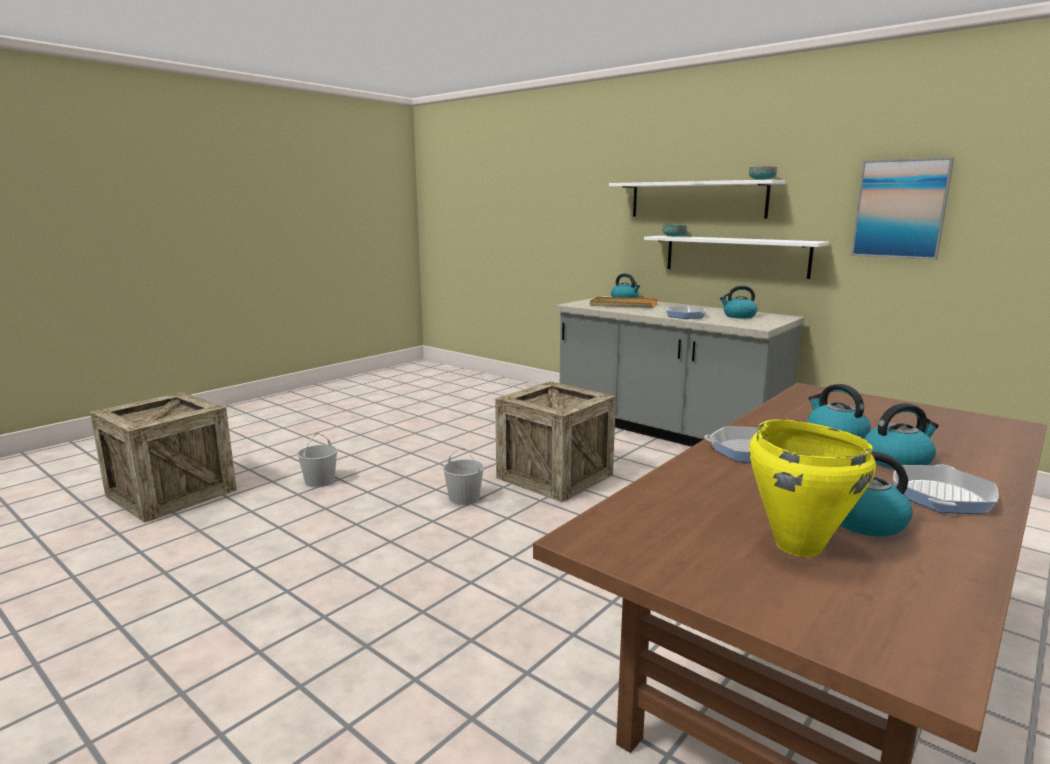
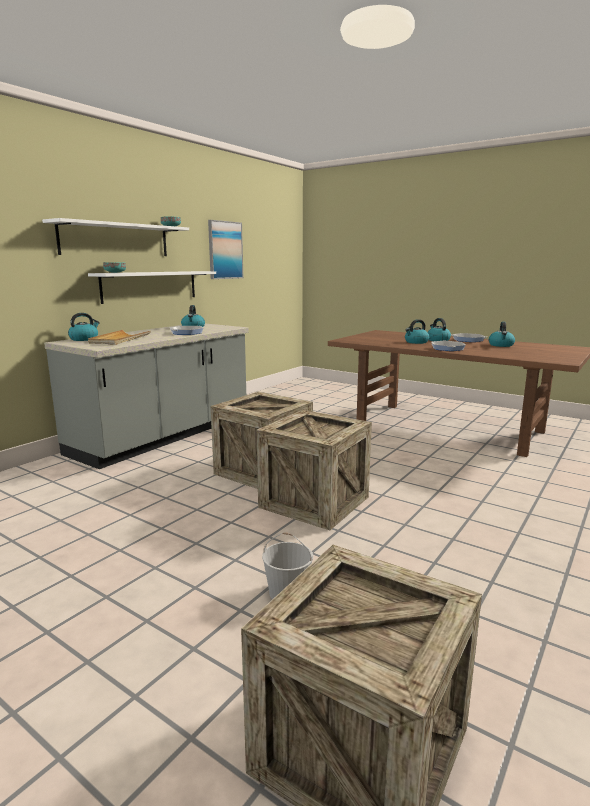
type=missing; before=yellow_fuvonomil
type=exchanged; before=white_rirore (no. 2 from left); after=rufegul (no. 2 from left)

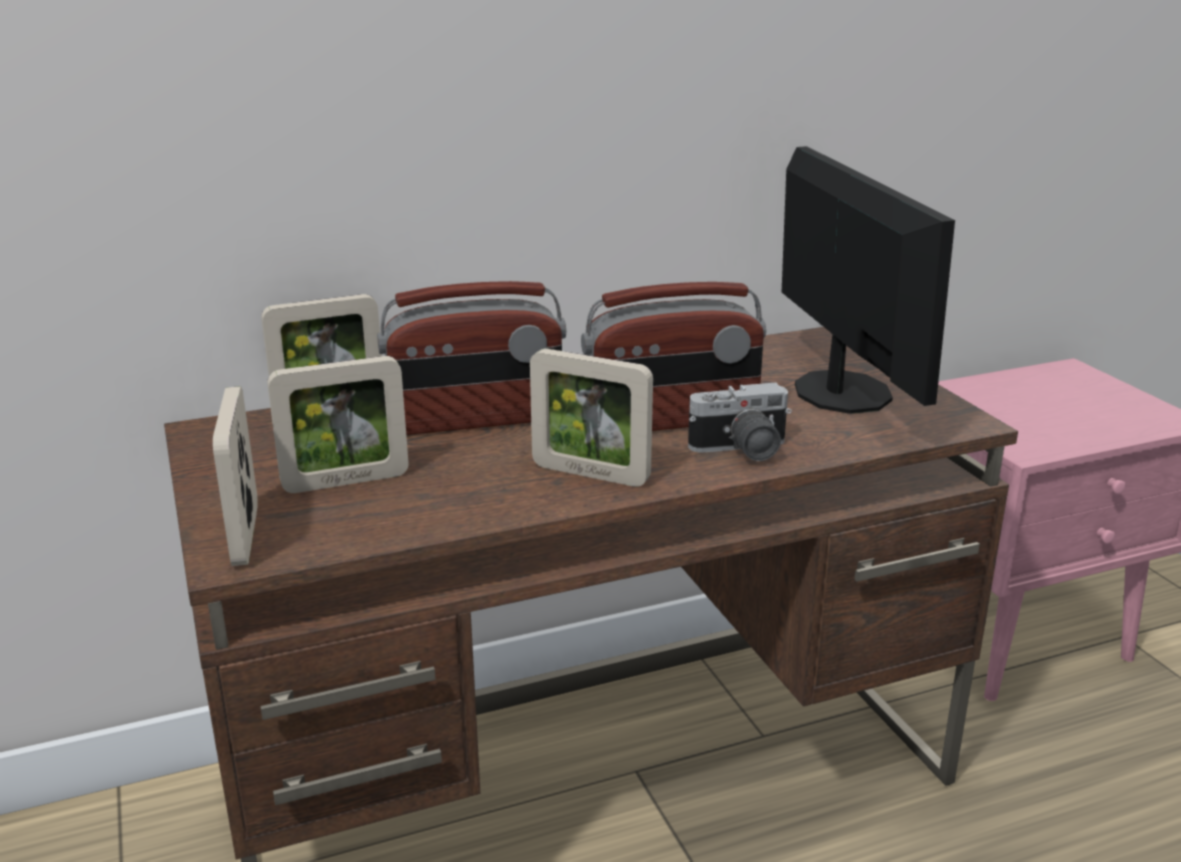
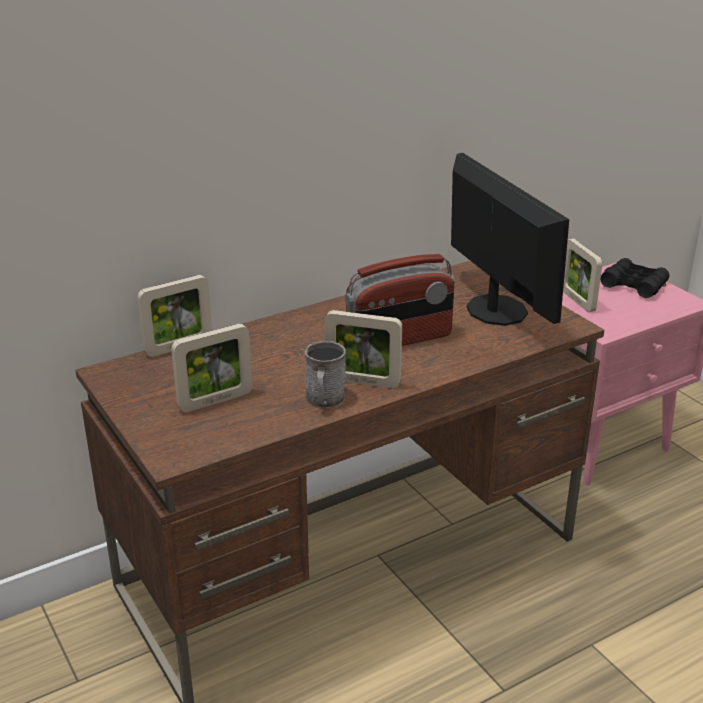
type=missing; before=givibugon (no. 1 from left)
type=missing; before=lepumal
type=appeared; after=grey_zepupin
type=appeared; after=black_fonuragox
type=relocated; before=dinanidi (no. 1 from left in the first image); after=dinanidi (no. 4 from left)

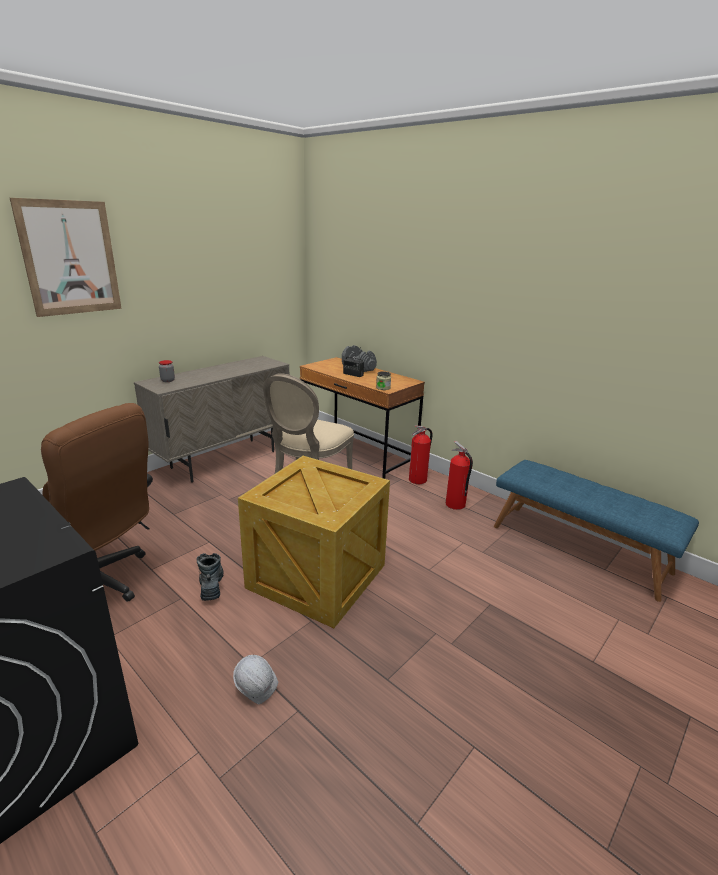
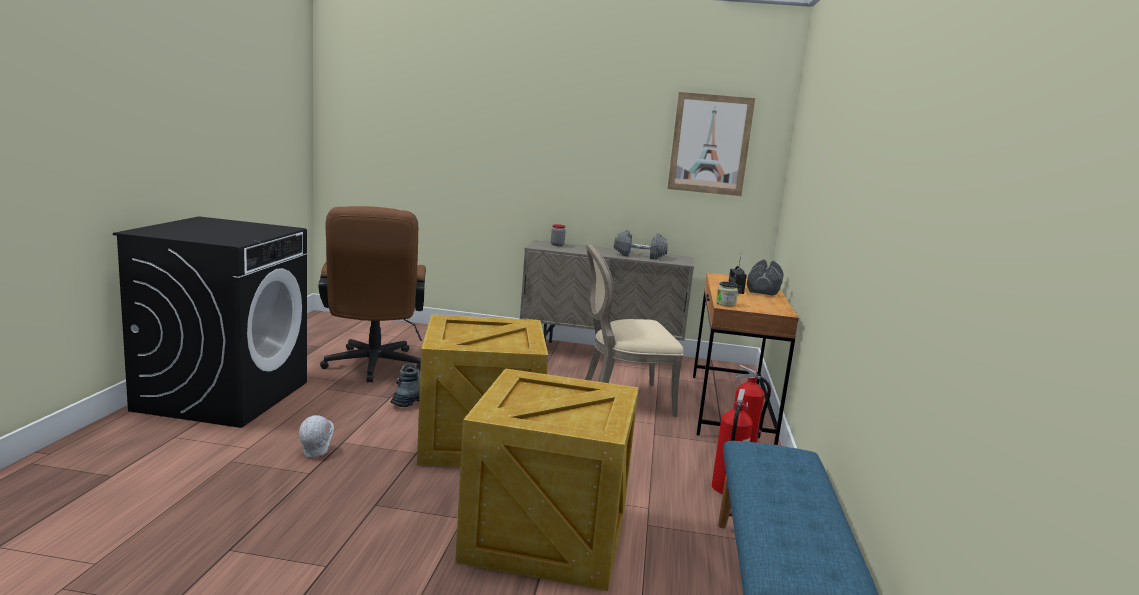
type=appeared; after=rufegul (no. 2 from left)
type=appeared; after=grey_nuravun (no. 1 from left)
type=relocated; before=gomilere

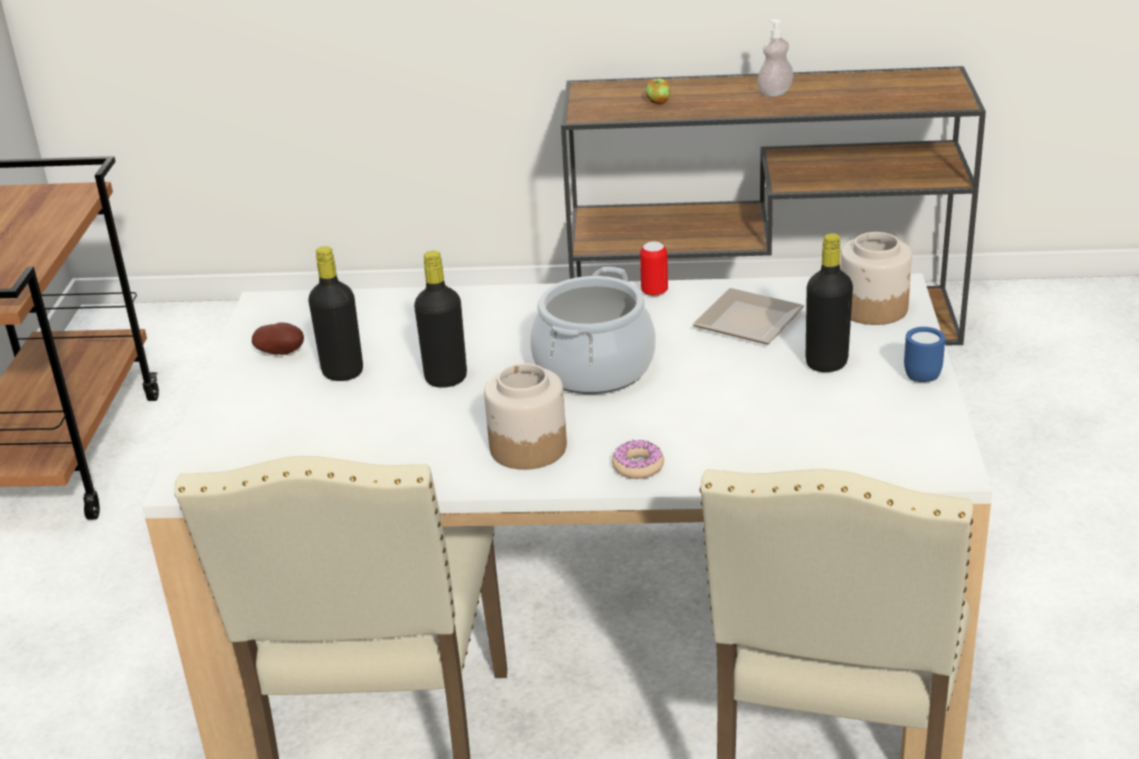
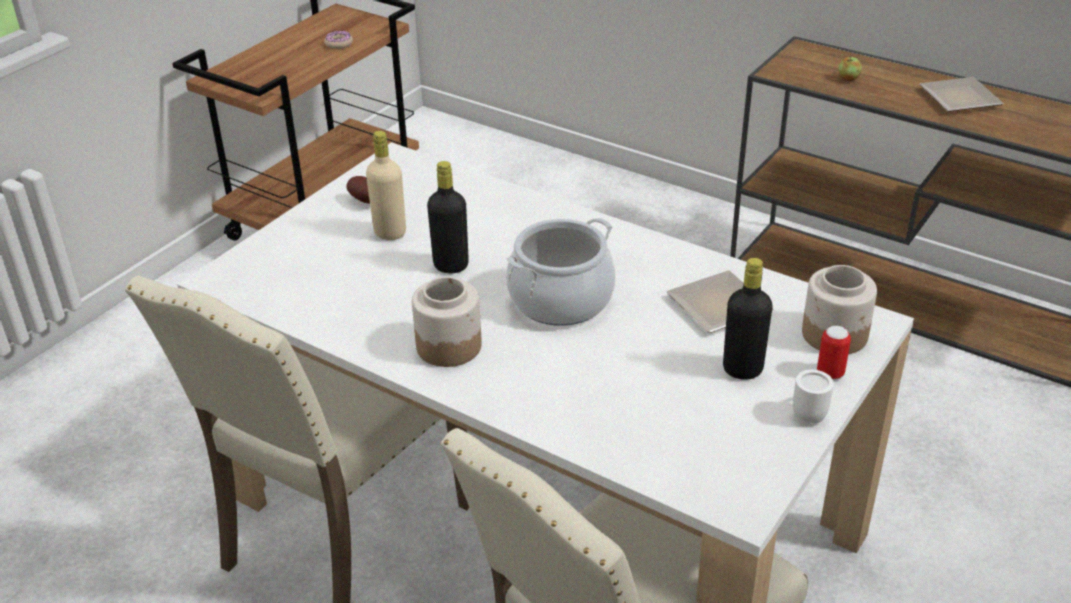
type=relocated; before=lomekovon
type=relocated; before=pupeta
type=exchanged; before=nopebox; after=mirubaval (no. 2 from left)
type=colour; before=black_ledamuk (no. 1 from left); after=beige_ledamuk
type=colour; before=blue_zepupin; after=white_zepupin

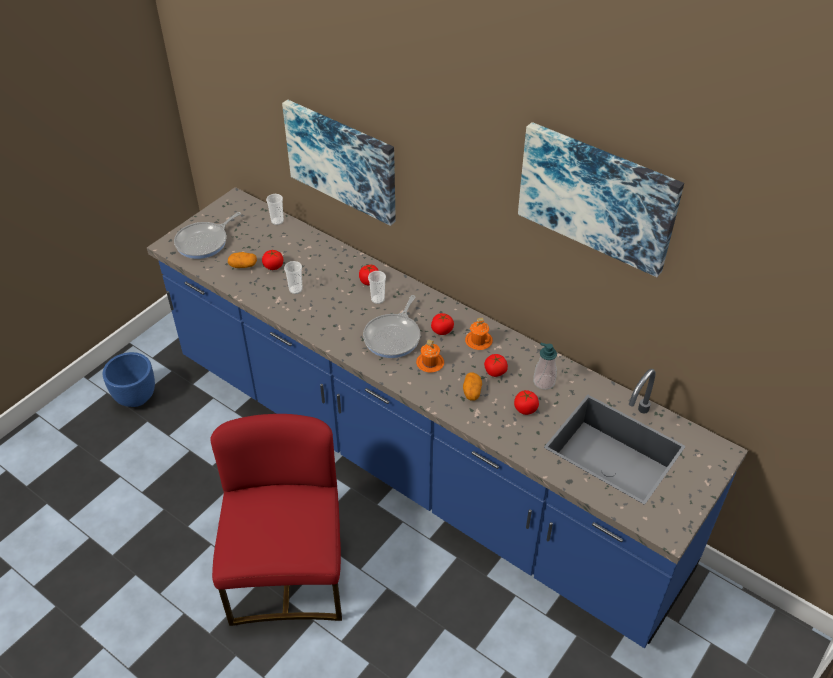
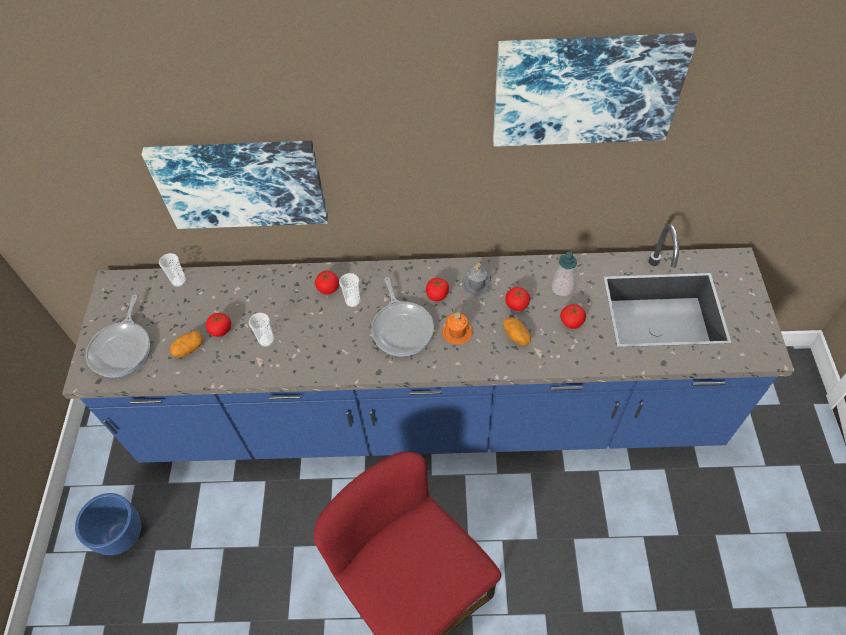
type=colour; before=orange_zepupin (no. 2 from left); after=grey_zepupin

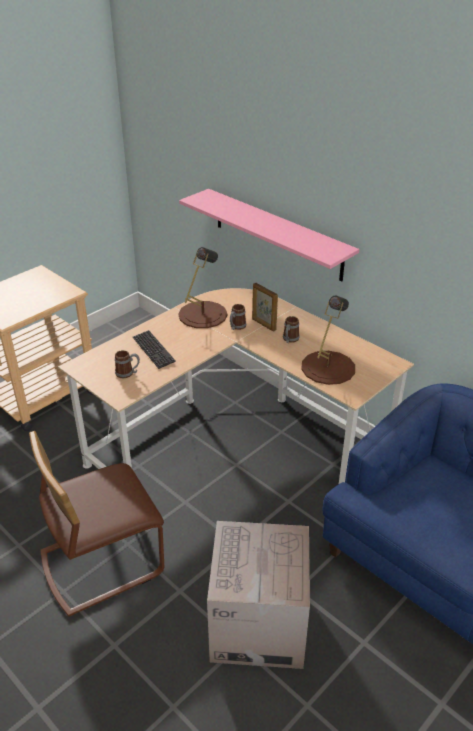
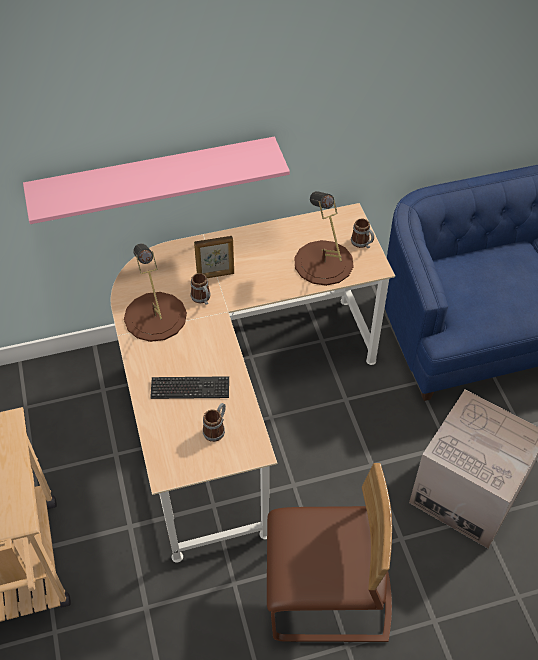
type=relocated; before=zepupin (no. 3 from left)
type=spun; before=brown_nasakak; turn=-90

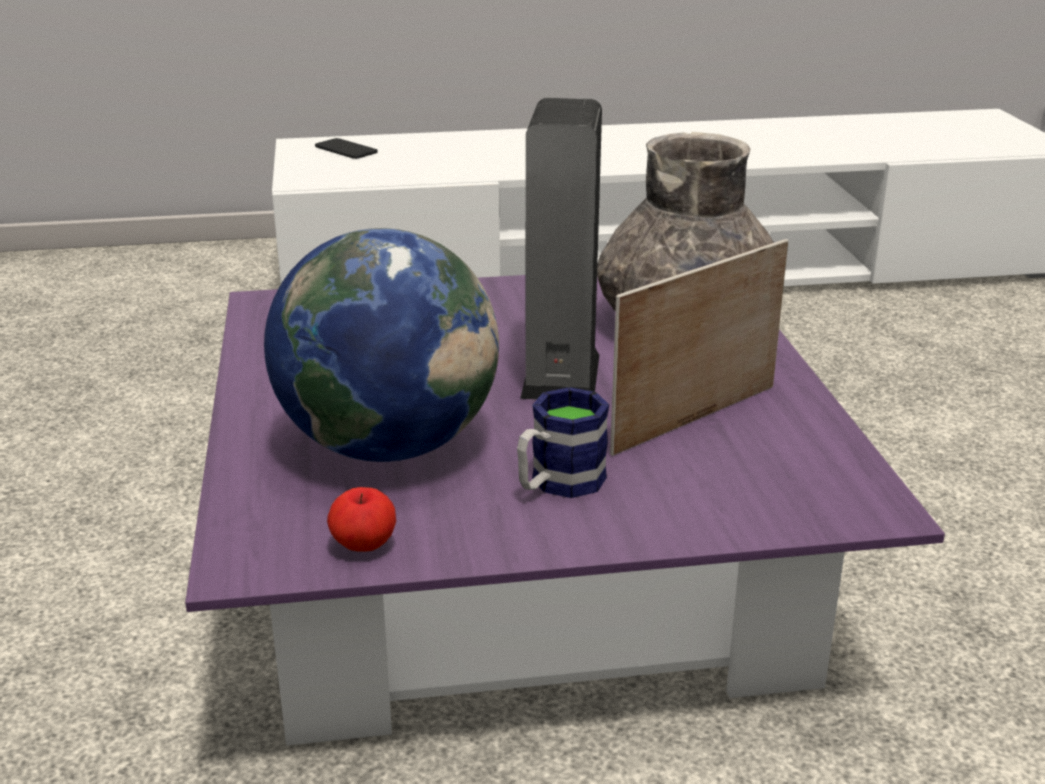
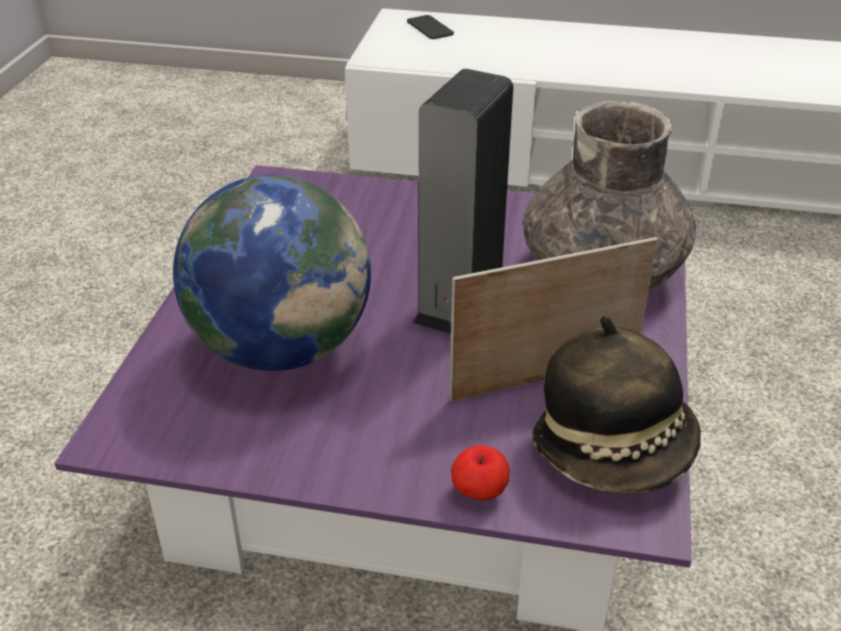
type=missing; before=zepupin
type=appeared; after=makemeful
type=relocated; before=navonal

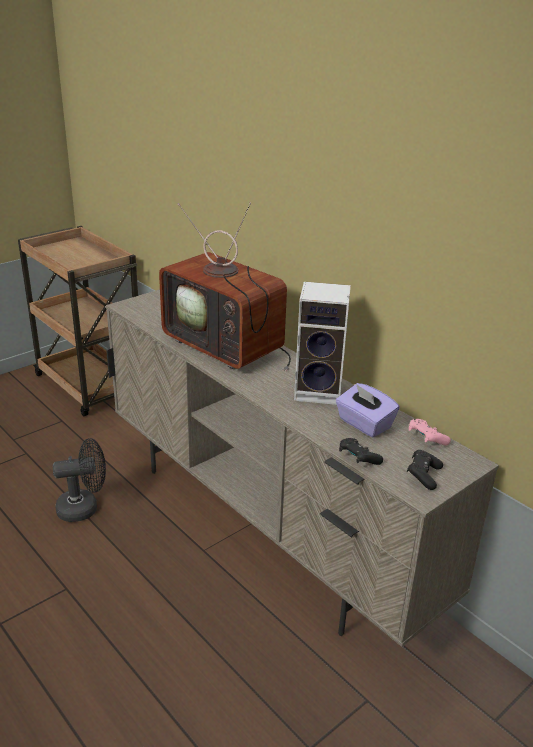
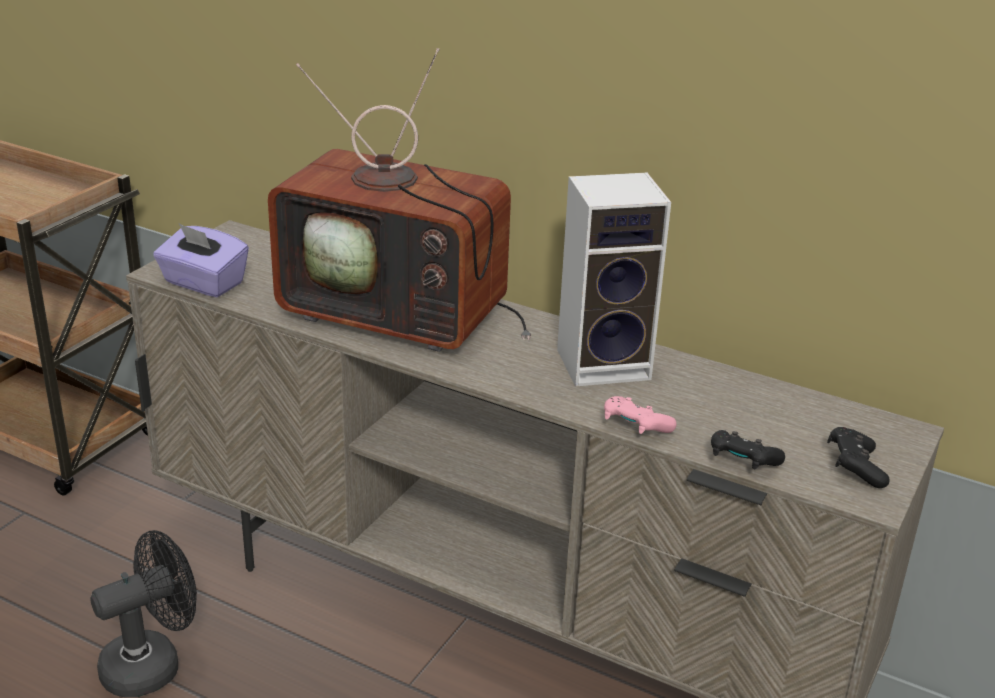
type=relocated; before=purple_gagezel
type=relocated; before=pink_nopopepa

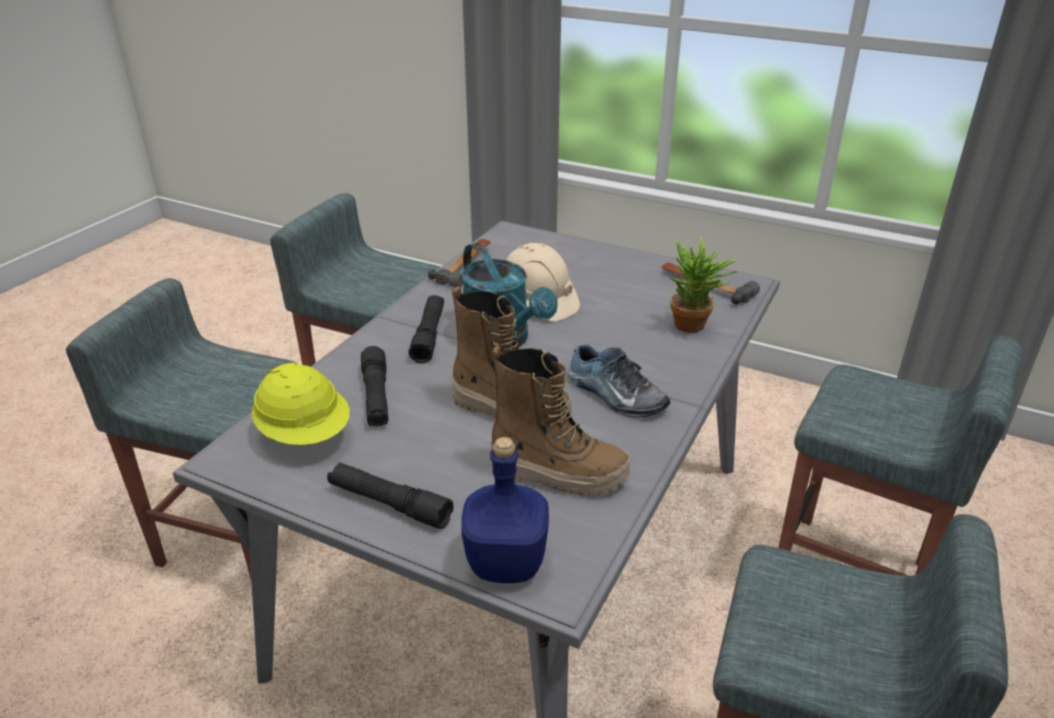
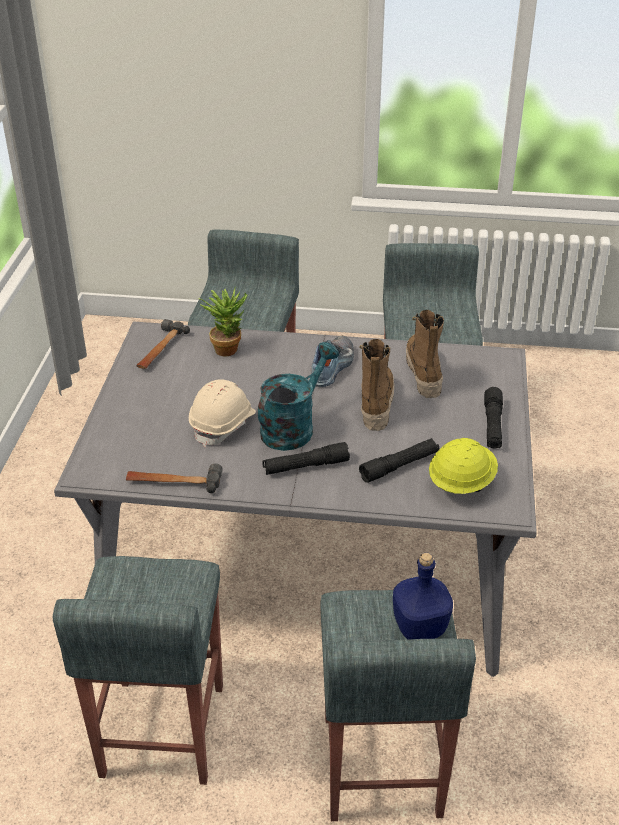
type=relocated; before=blue_ledamuk

